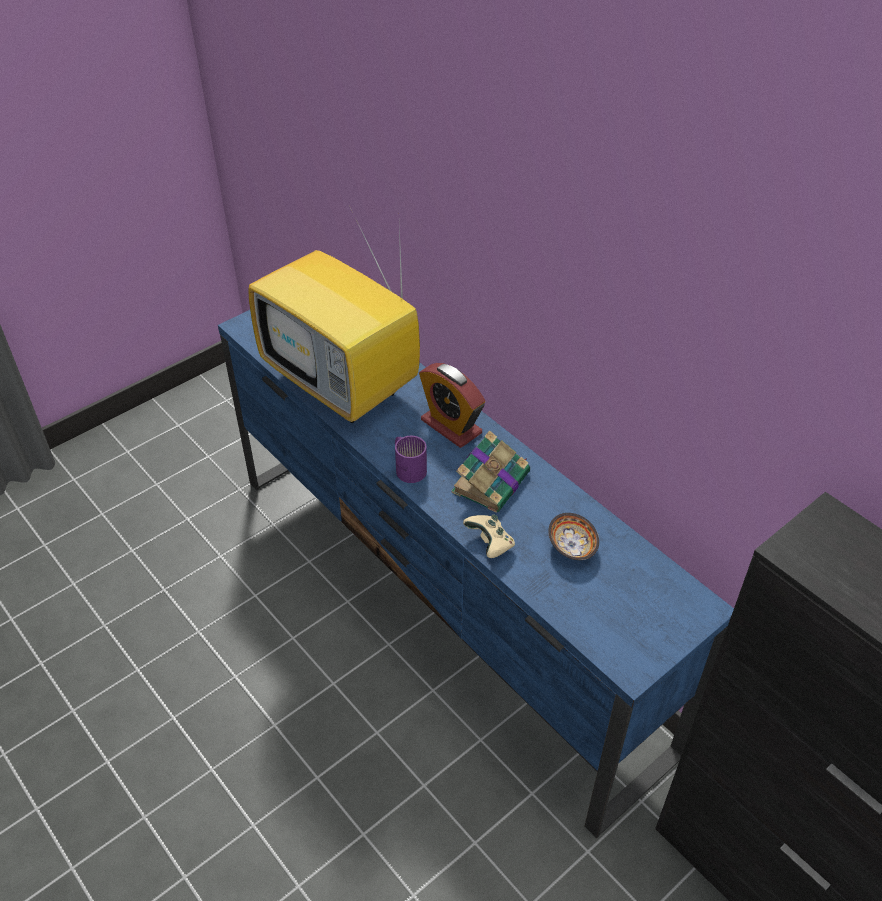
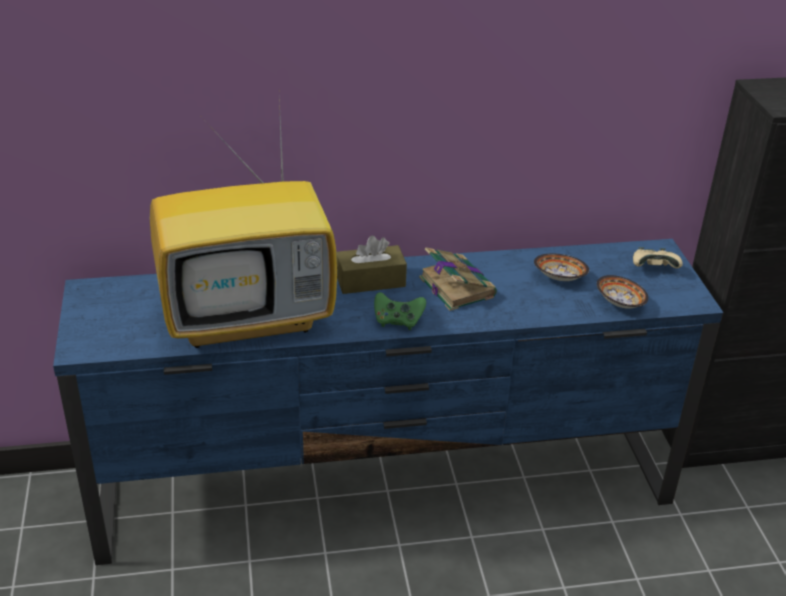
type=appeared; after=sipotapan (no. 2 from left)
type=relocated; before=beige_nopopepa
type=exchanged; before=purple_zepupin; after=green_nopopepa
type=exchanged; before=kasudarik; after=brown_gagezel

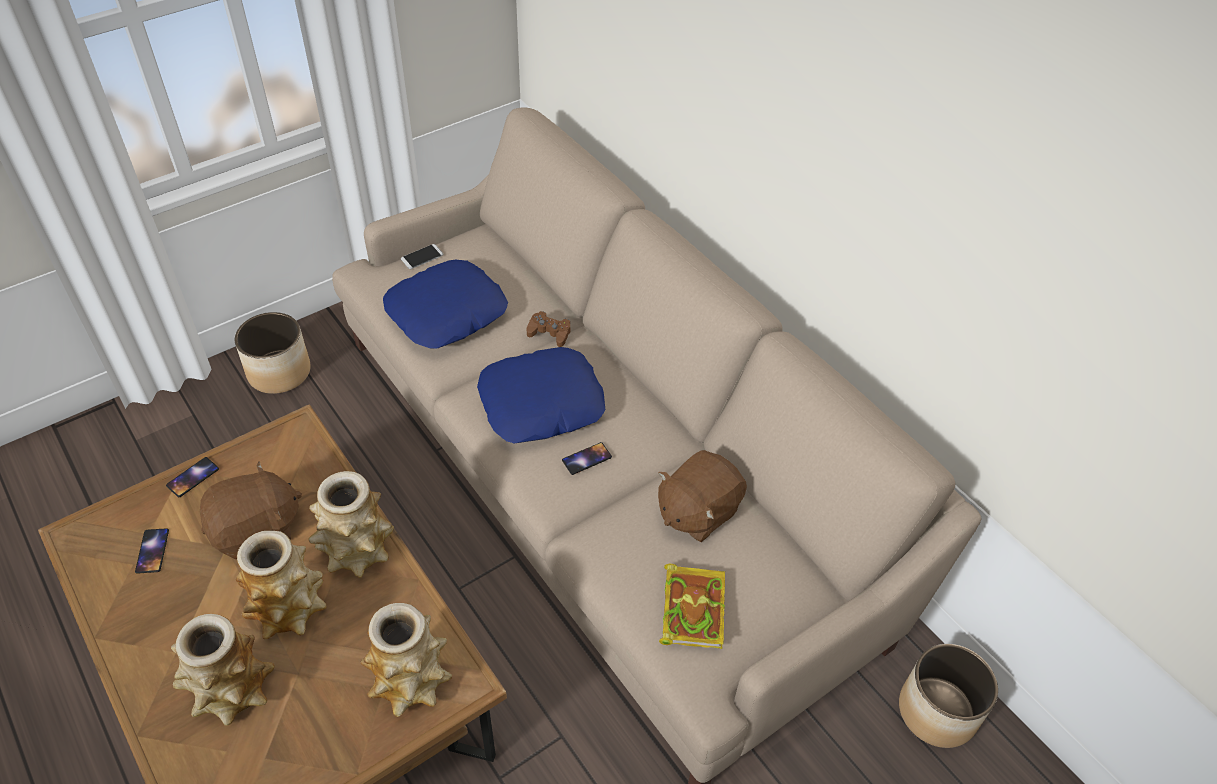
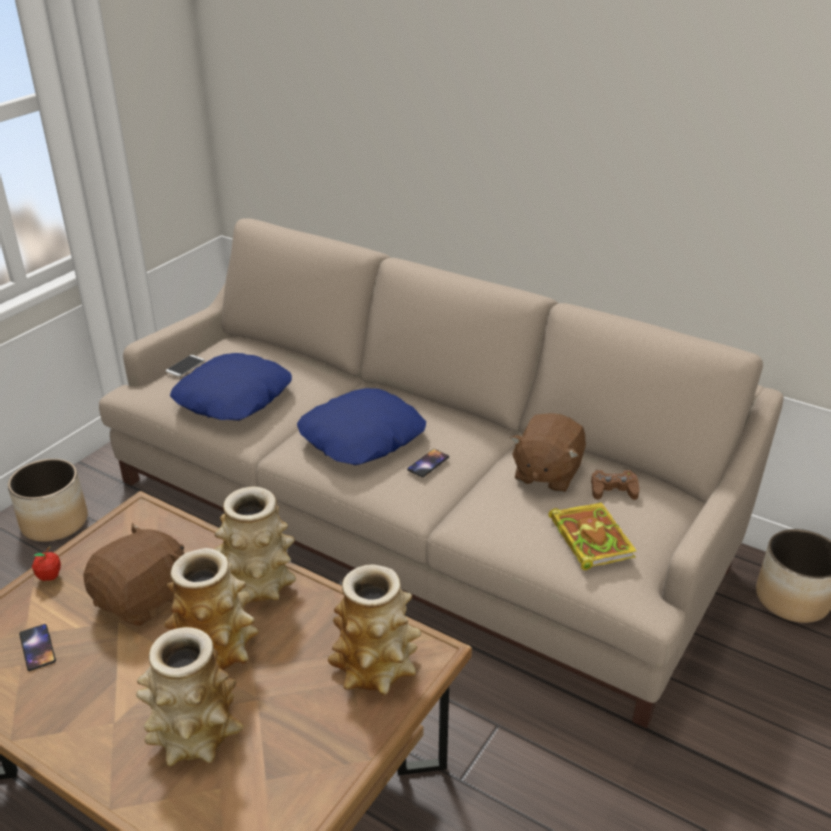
type=relocated; before=brown_nopopepa
type=exchanged; before=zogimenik (no. 2 from left); after=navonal

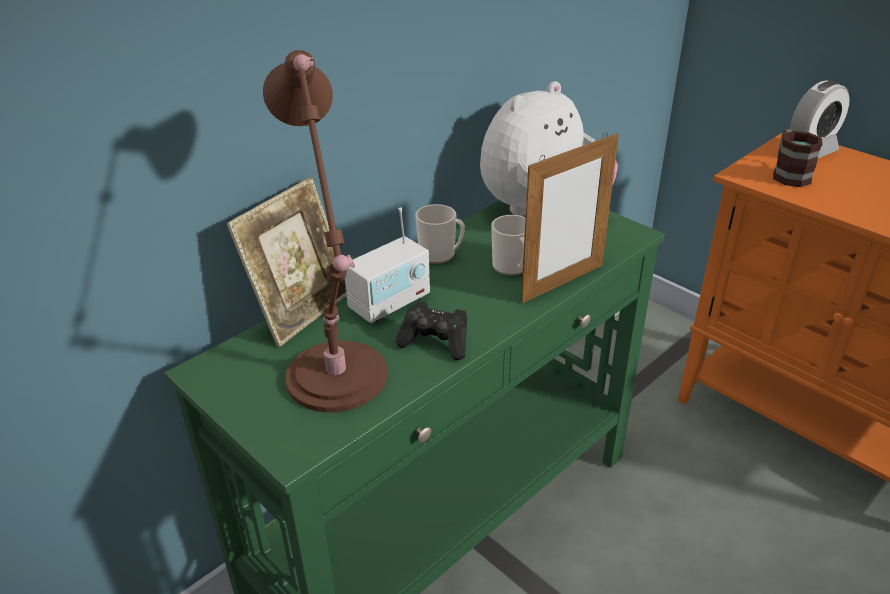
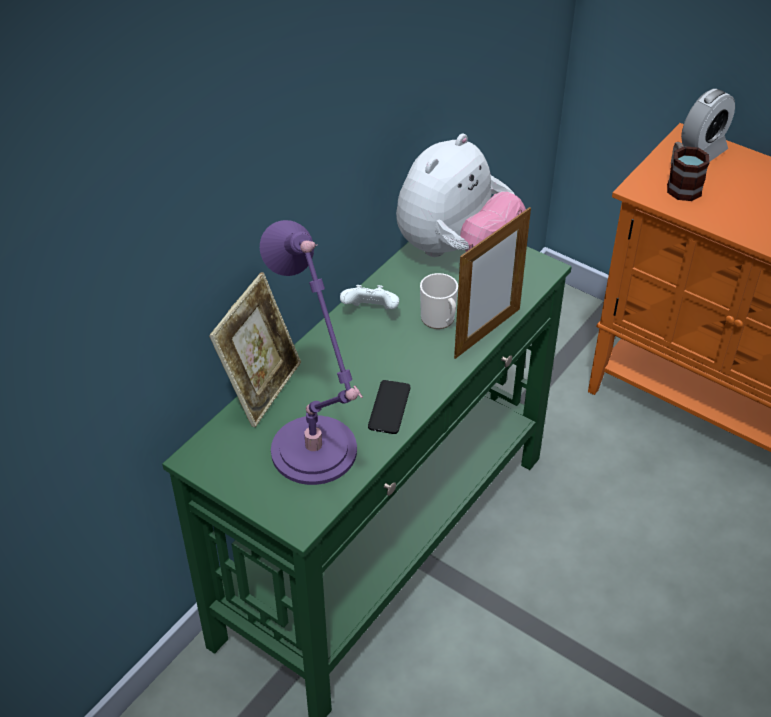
type=missing; before=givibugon
type=exchanged; before=black_nopopepa; after=zogimenik
type=exchanged; before=zepupin (no. 1 from left); after=white_nopopepa
type=colour; before=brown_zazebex; after=purple_zazebex

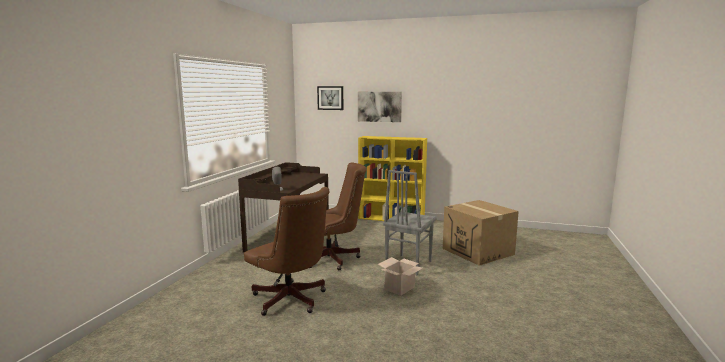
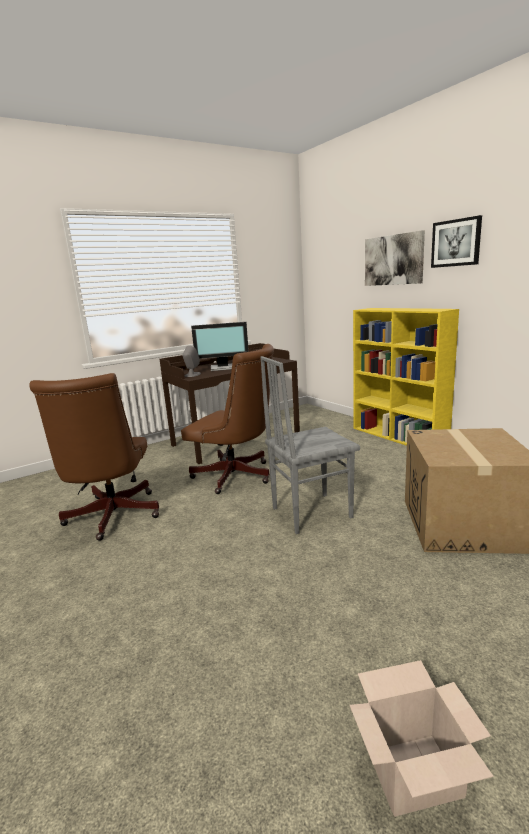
type=appeared; after=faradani
type=relocated; before=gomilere (no. 1 from left in the first image); after=gomilere (no. 2 from left)
type=relocated; before=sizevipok (no. 1 from left)

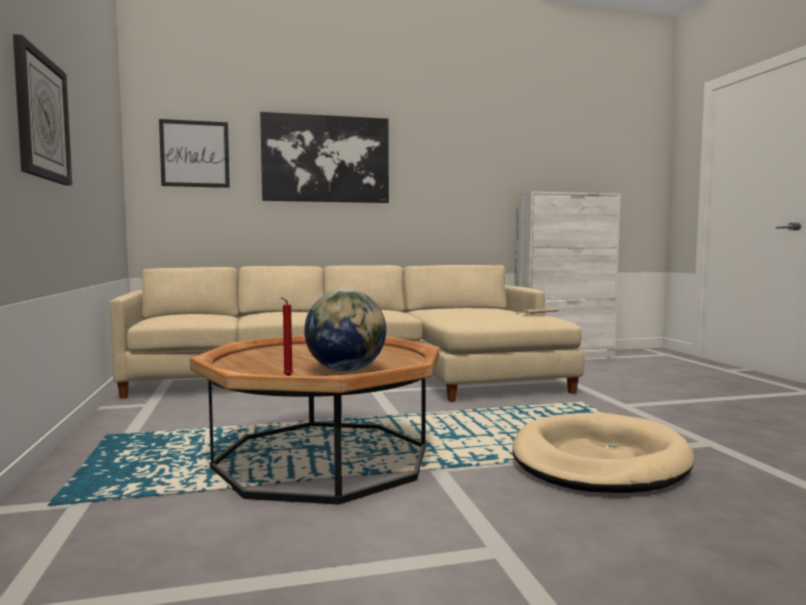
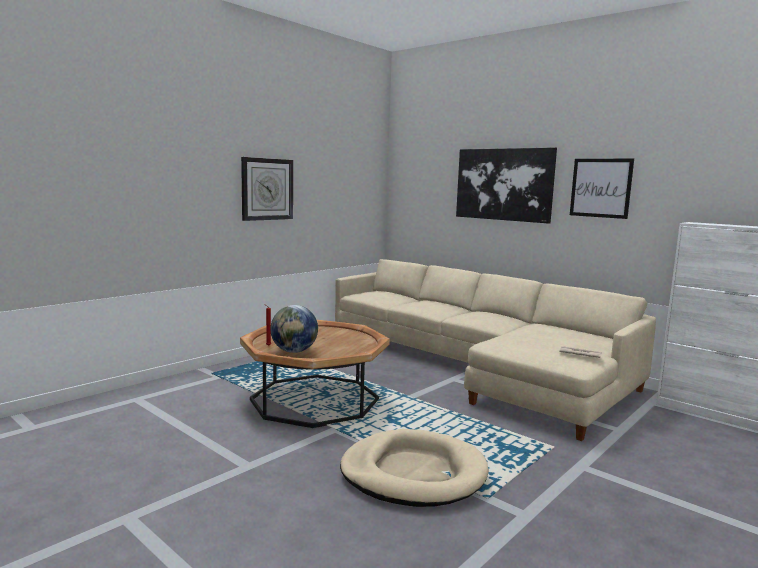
type=relocated; before=gomilere (no. 1 from left in the first image); after=gomilere (no. 2 from left)

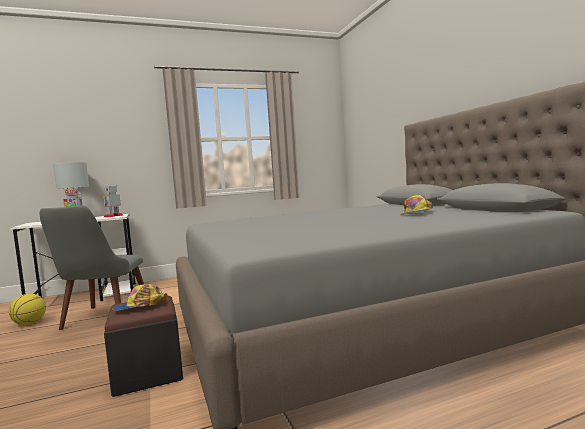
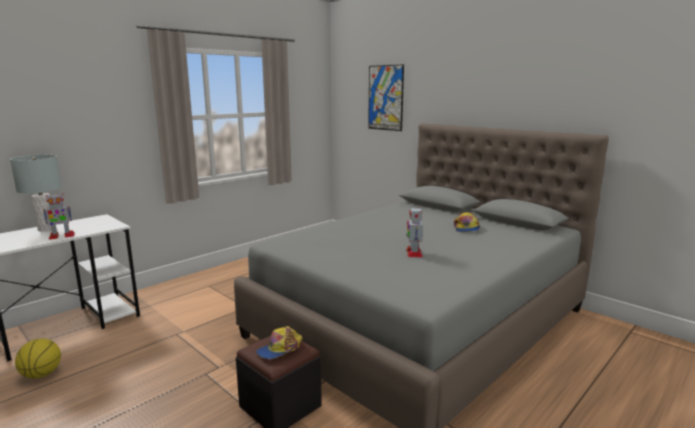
type=missing; before=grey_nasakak
type=appeared; after=gomilere
type=relocated; before=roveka (no. 2 from left)

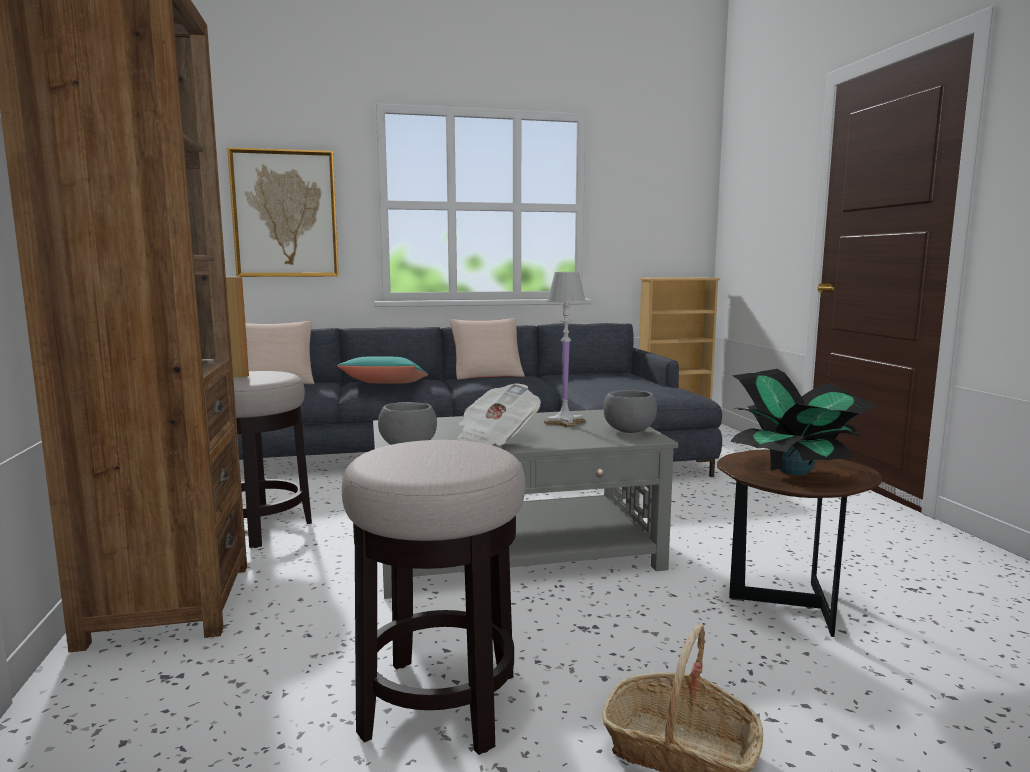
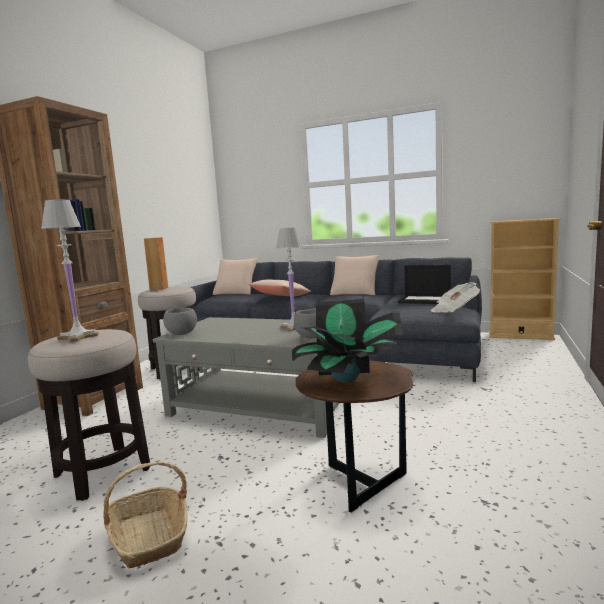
type=missing; before=gomilere
type=appeared; after=white_zazebex (no. 1 from left)
type=appeared; after=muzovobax
type=relocated; before=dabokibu
type=colour; before=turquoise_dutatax; after=beige_dutatax (no. 2 from left)

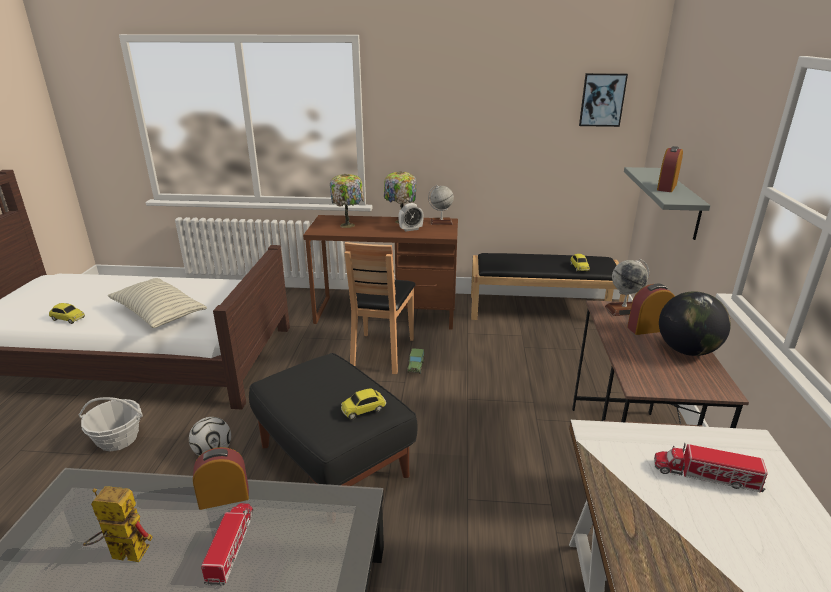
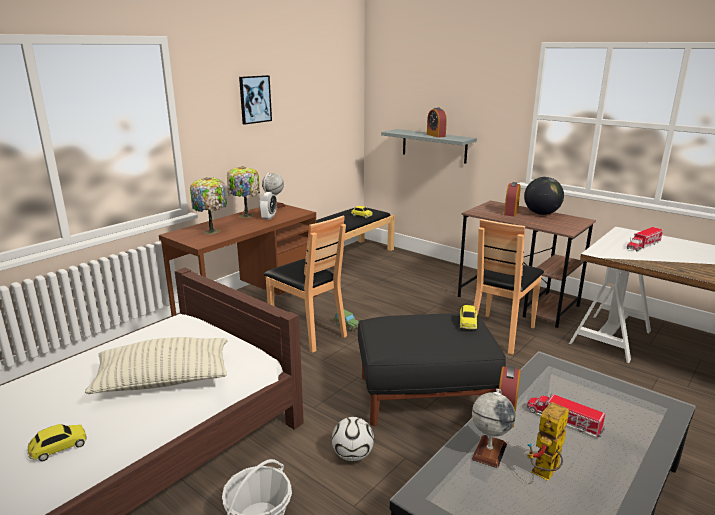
type=appeared; after=brown_nasakak (no. 2 from left)
type=relocated; before=gomilere
type=relocated; before=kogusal (no. 2 from left)

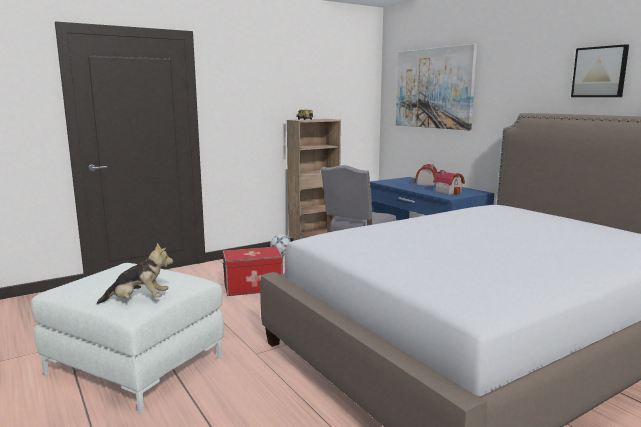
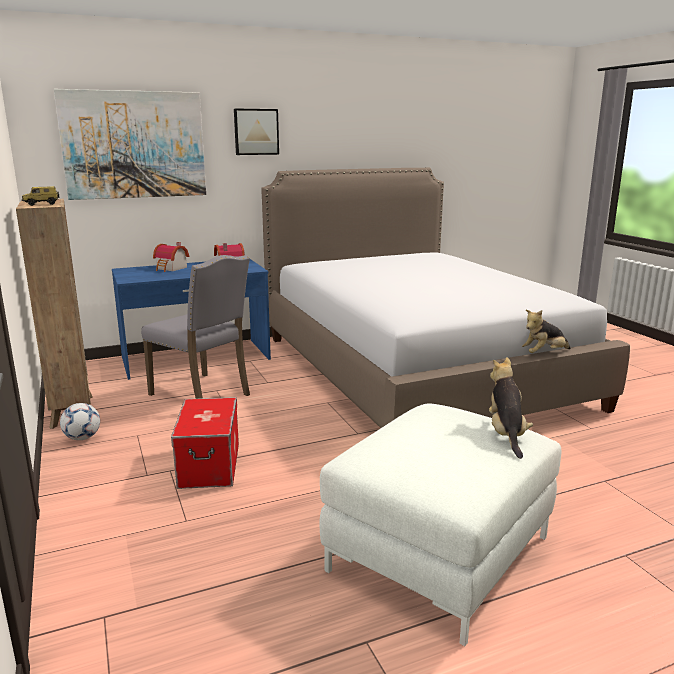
type=appeared; after=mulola (no. 2 from left)
type=relocated; before=gomilere (no. 2 from left)

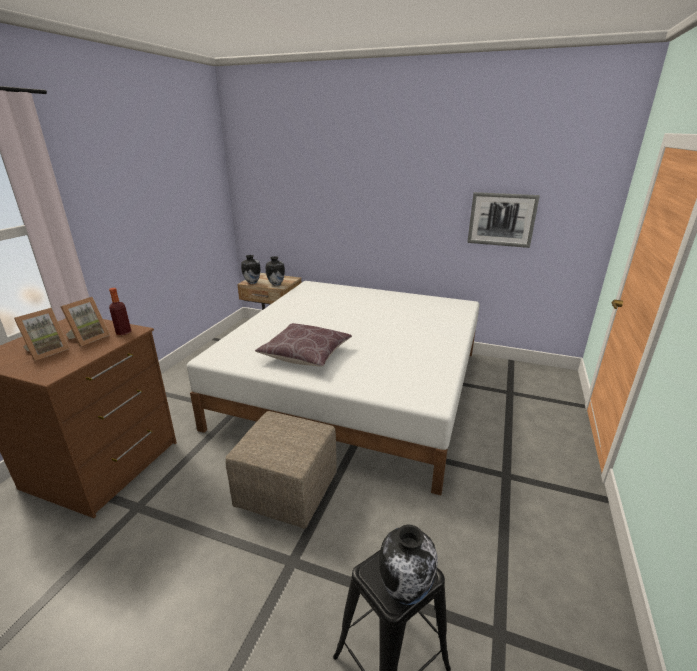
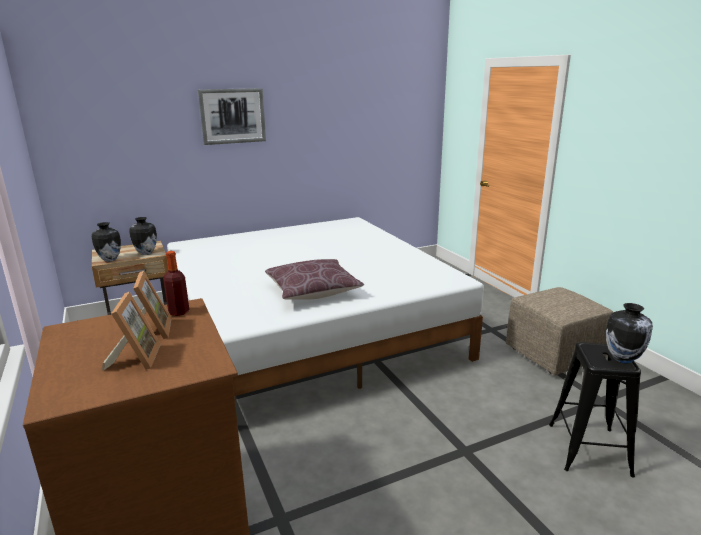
type=relocated; before=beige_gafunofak
type=relocated; before=gomilere

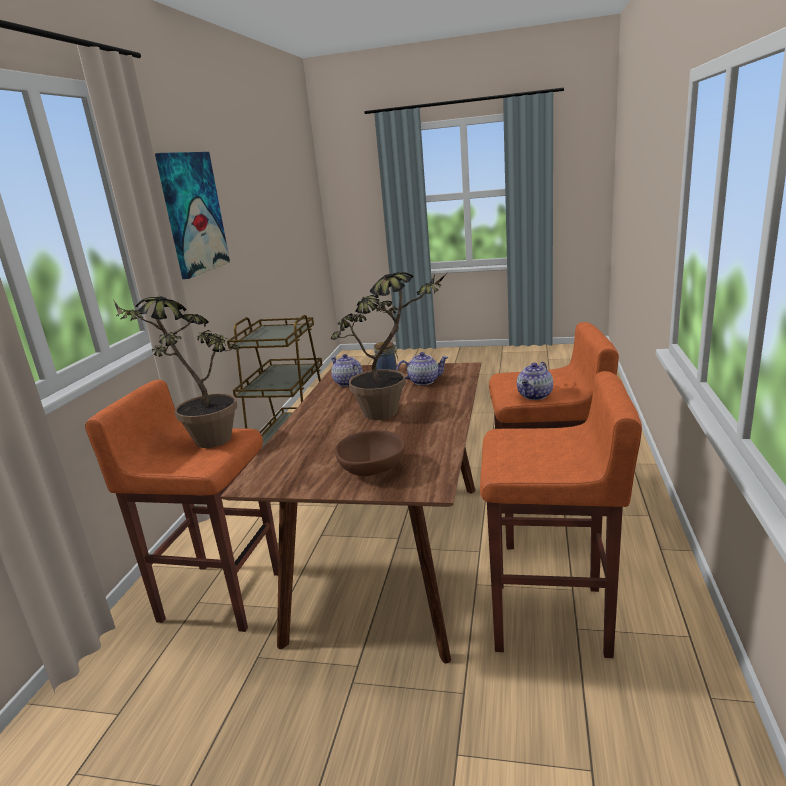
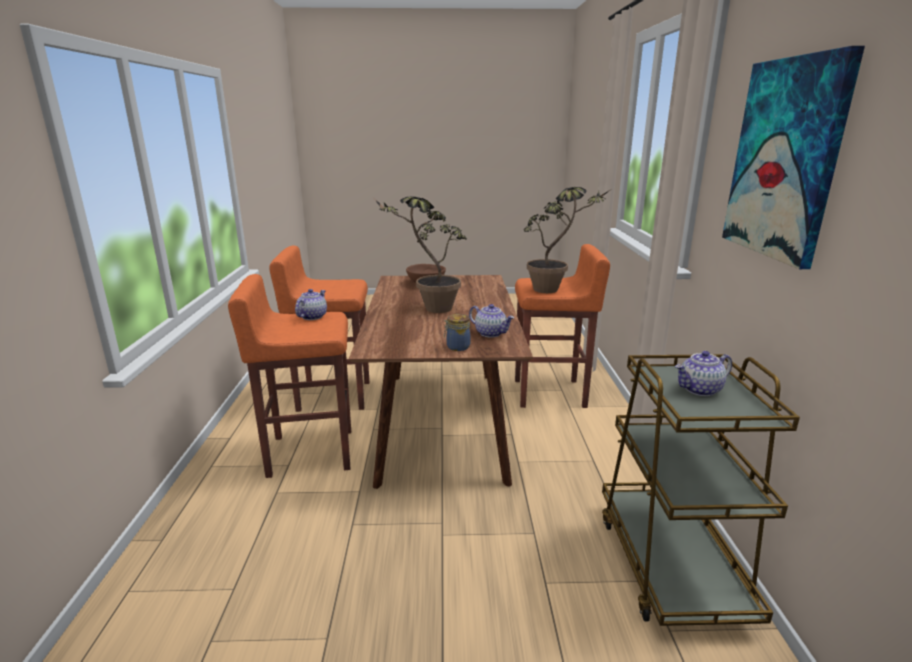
type=relocated; before=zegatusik (no. 2 from left in the first image); after=zegatusik (no. 3 from left)

